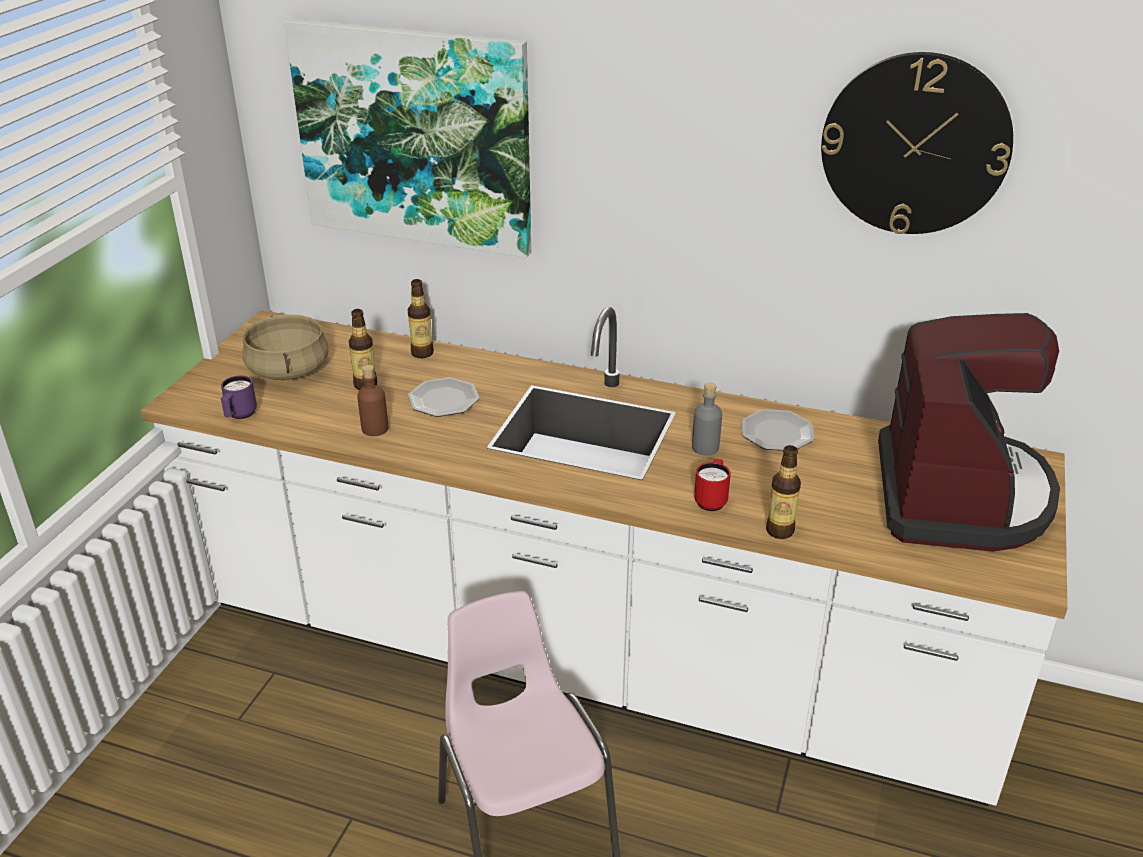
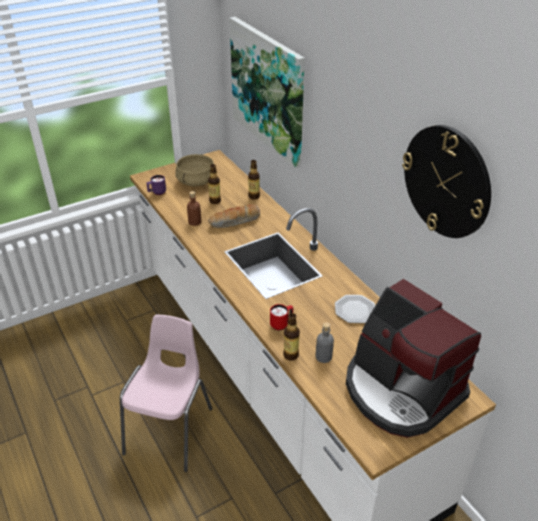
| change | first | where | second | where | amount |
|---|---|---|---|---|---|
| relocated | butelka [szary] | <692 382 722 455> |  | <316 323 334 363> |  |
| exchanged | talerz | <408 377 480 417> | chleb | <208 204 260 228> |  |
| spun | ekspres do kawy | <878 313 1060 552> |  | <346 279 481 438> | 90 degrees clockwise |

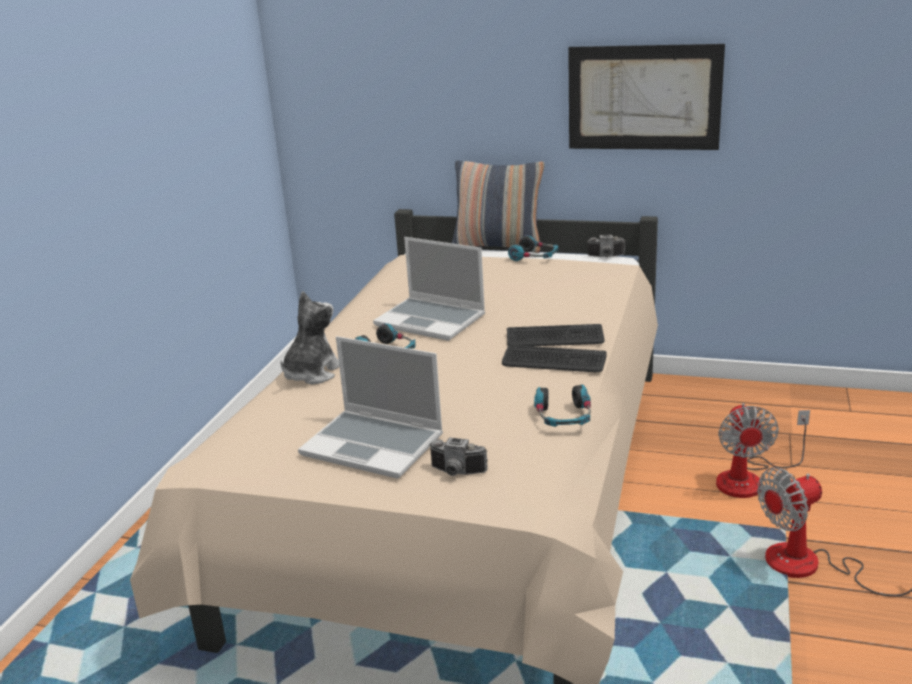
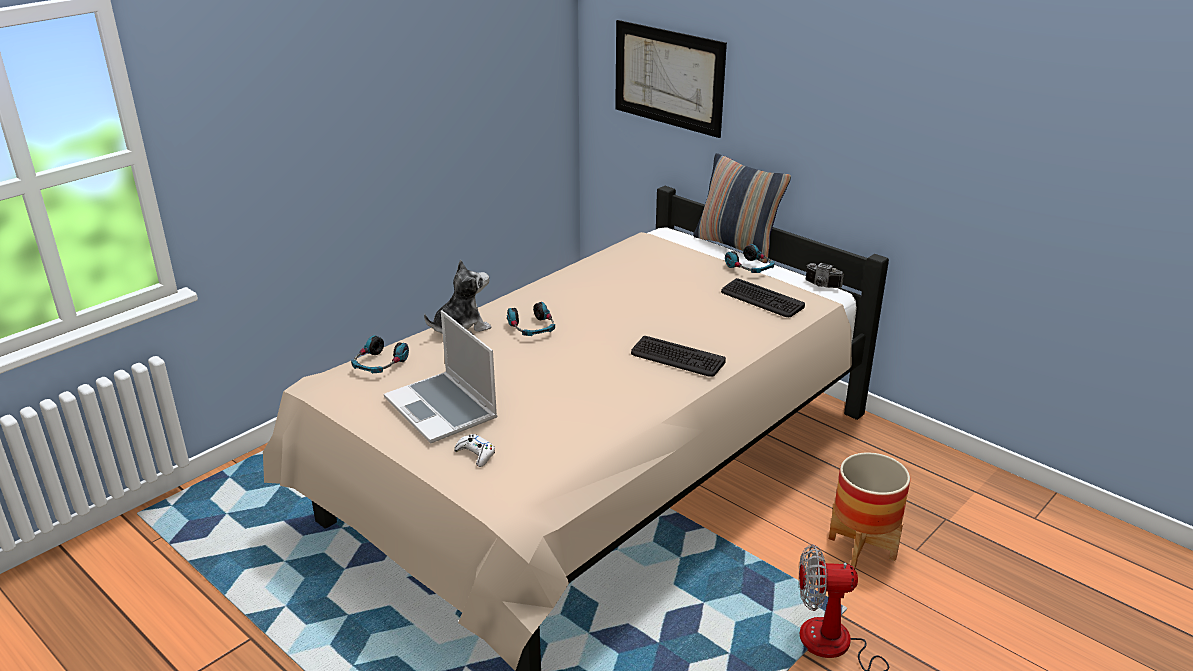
| change | first | where | second | where | amount |
|---|---|---|---|---|---|
| missing | laptop | <373 237 485 341> |  |  |  |
| relocated | klawiatura | <502 345 606 372> |  | <721 278 805 317> |  |
| relocated | słuchawki | <534 384 591 427> |  | <351 335 409 373> |  |
| relocated | obraz | <568 44 725 150> |  | <615 20 727 138> |  |
| exchanged | aparat fotograficzny | <429 437 488 476> | pad do gier [biały] | <454 434 495 467> |  |
| exchanged | wentylator | <716 403 810 498> | donica | <829 452 910 569> |  |

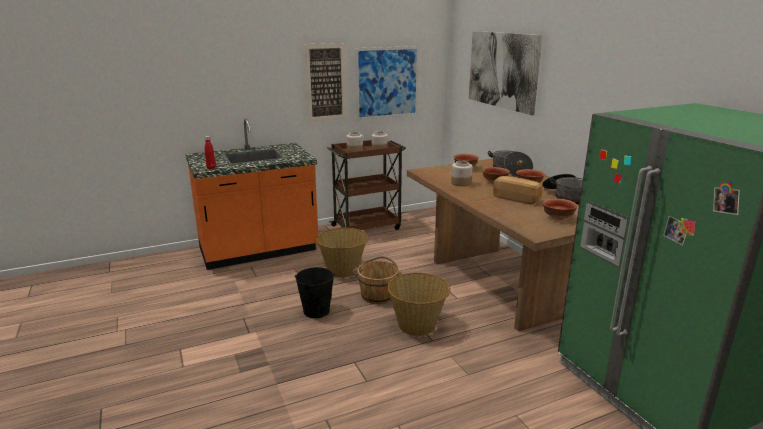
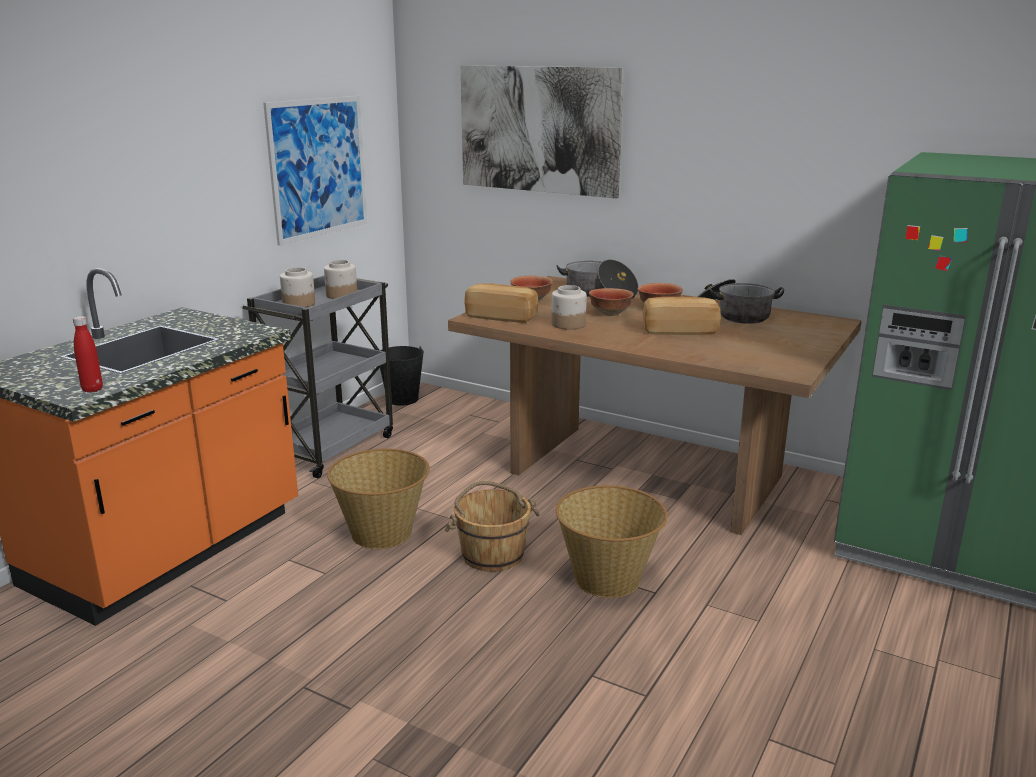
| change | first | where | second | where | amount |
|---|---|---|---|---|---|
| missing | obraz | <304 43 347 122> |  |  |  |
| missing | miska | <543 199 578 220> |  |  |  |
| appeared |  |  | chleb | <464 283 538 323> |  |
| relocated | wiadro [czarny] | <295 267 335 318> |  | <380 346 424 406> |  |
| colour | wózek [brązowy] | <327 140 406 230> | wózek [szary] | <243 276 393 478> |  |

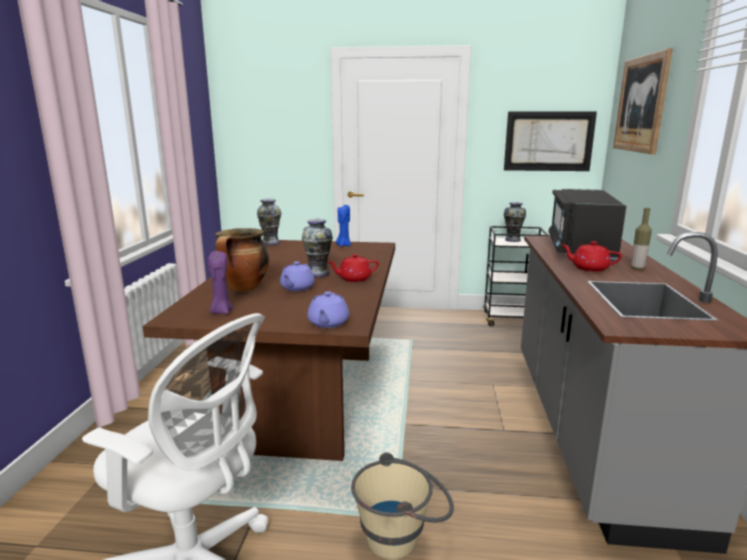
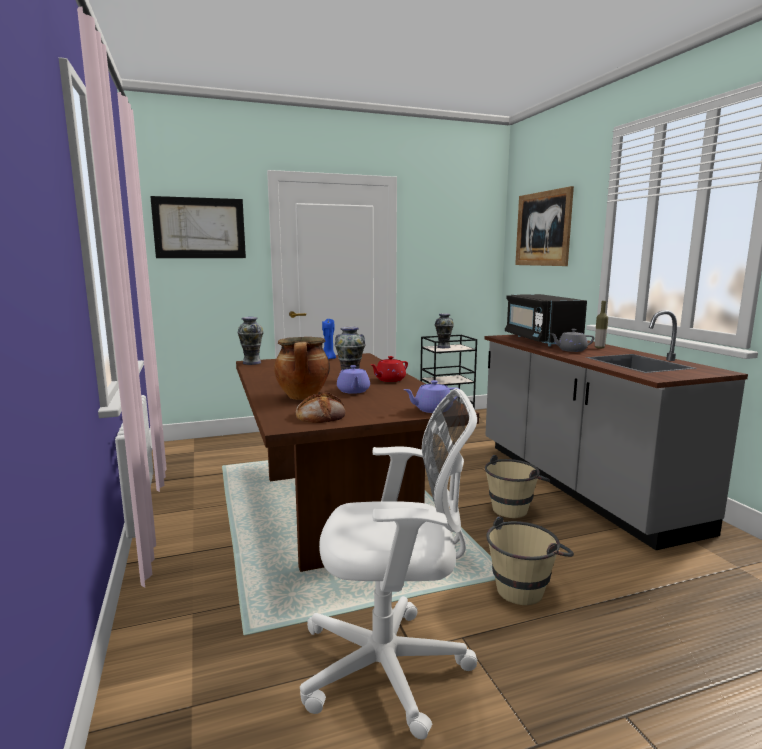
| change | first | where | second | where | amount |
|---|---|---|---|---|---|
| appeared |  |  | wiadro [beżowy] | <485 455 550 518> |  |
| relocated | obraz | <504 111 597 171> |  | <150 196 246 258> |  |
| exchanged | świeca [fioletowy] | <208 251 233 314> | chleb | <296 392 346 423> |  |
| colour | imbryk [czerwony] | <561 241 622 272> | imbryk [szary] | <550 329 594 352> |  |
| spun | imbryk [fioletowy] | <307 291 349 328> |  | <403 380 459 413> | 90 degrees clockwise |

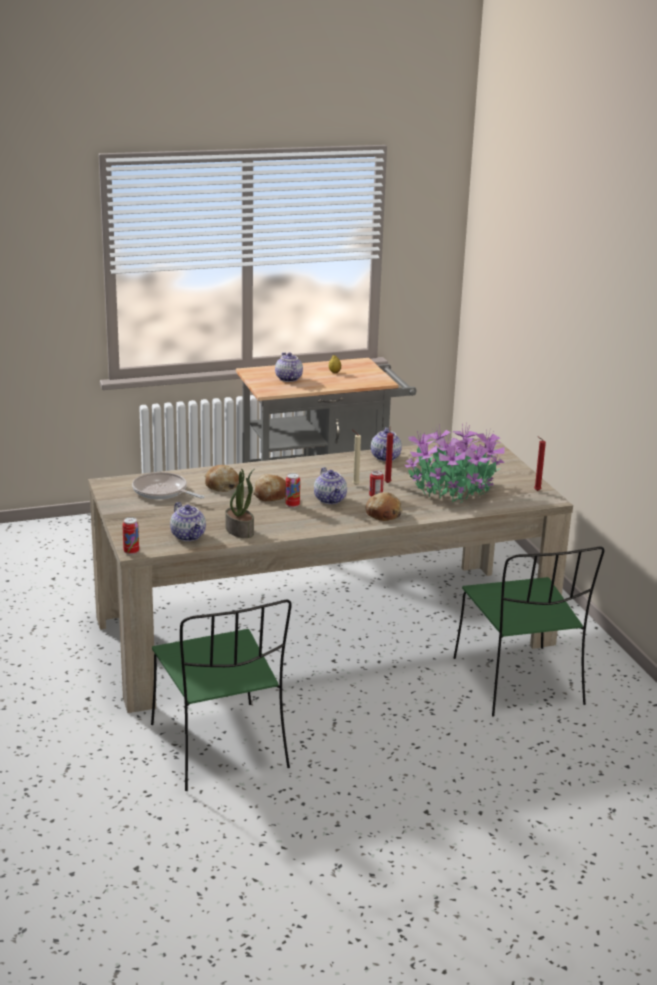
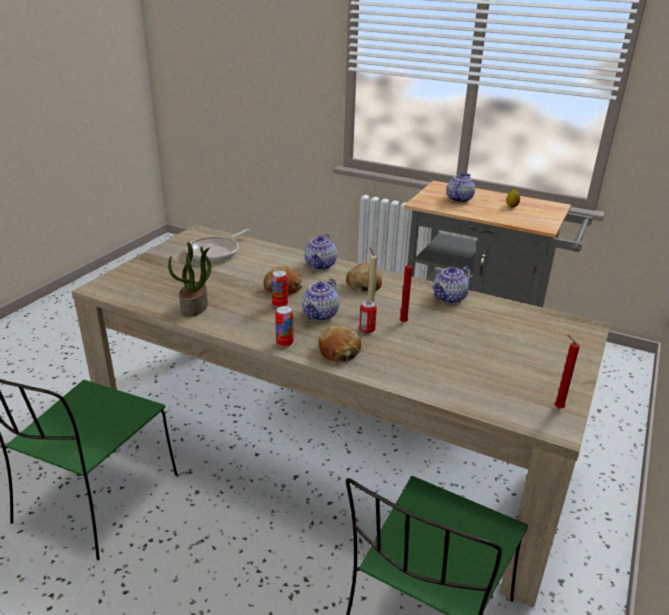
| change | first | where | second | where | amount |
|---|---|---|---|---|---|
| missing | roślina doniczkowa | <405 423 505 503> |  |  |  |
| relocated | puszka | <122 517 139 555> |  | <275 306 293 347> |  |
| relocated | imbryk | <170 502 206 541> |  | <305 233 337 270> |  |
| relocated | chleb | <204 465 239 492> |  | <346 263 382 292> |  |
| spun | patelnia | <132 472 204 499> |  | <186 229 250 262> | 135 degrees counterclockwise |

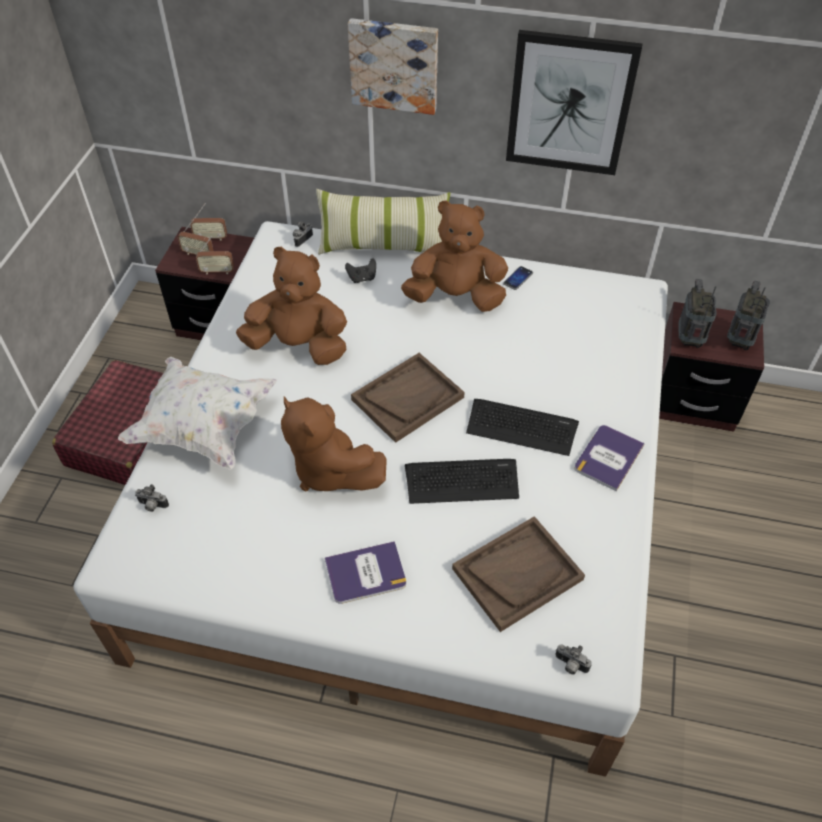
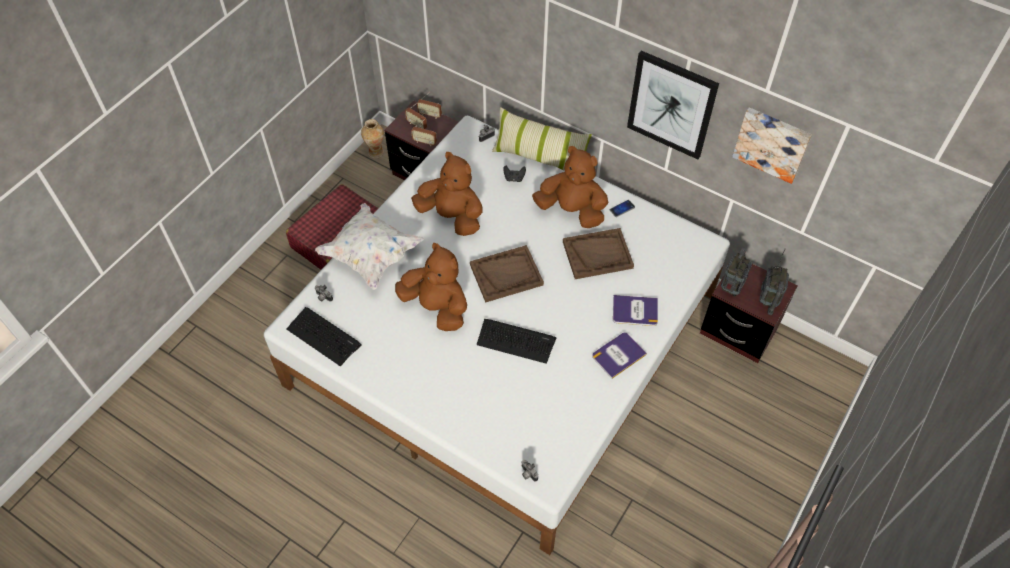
| change | first | where | second | where | amount |
|---|---|---|---|---|---|
| appeared |  |  | wazon | <361 119 384 159> |  |
| relocated | książka | <325 541 406 604> |  | <613 295 658 326> |  |
| relocated | obraz | <348 18 438 115> |  | <732 107 812 184> |  |
| relocated | taca [brązowy] | <452 516 585 632> |  | <563 228 634 279> |  |
| relocated | klawiatura | <466 399 579 456> |  | <287 307 362 366> |  |
| spun | pluszak [brązowy] | <281 397 387 491> |  | <395 243 467 331> | 150 degrees clockwise |
| spun | radio | <727 280 770 350> |  | <760 249 789 315> | 150 degrees clockwise |

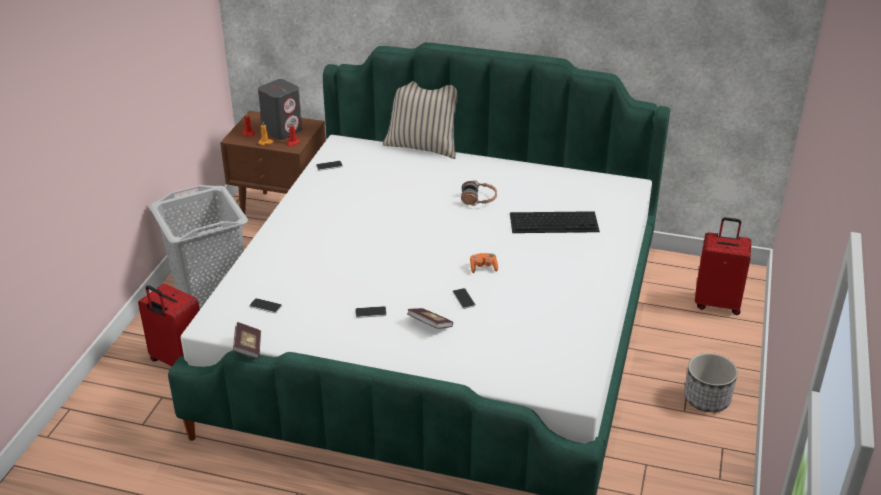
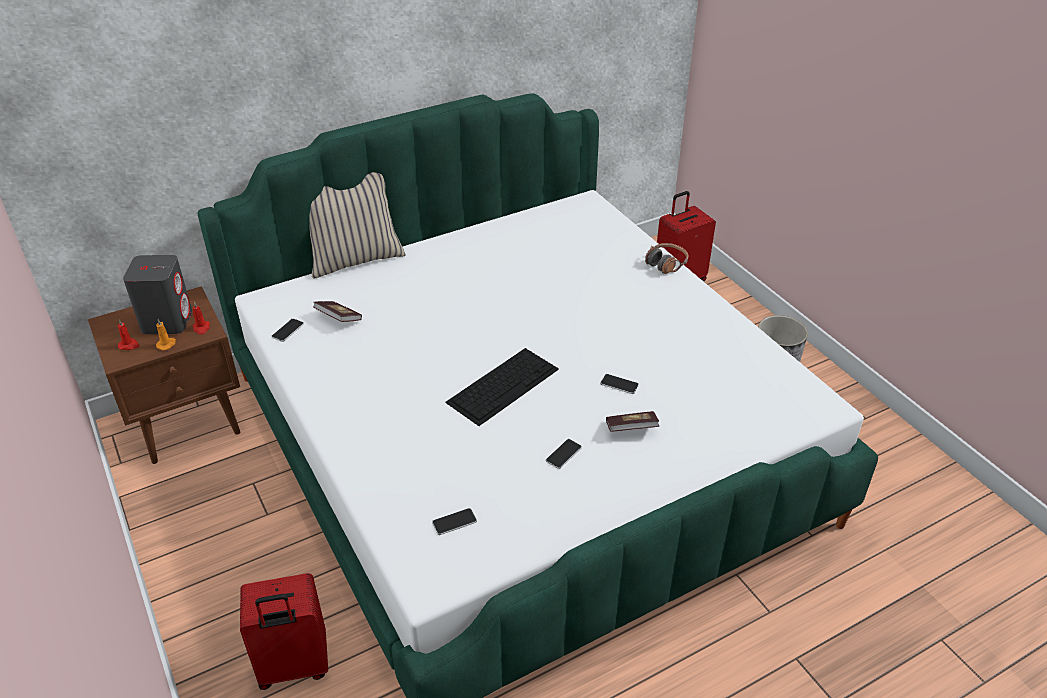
| change | first | where | second | where | amount |
|---|---|---|---|---|---|
| missing | kosz na pranie [szary] | <149 185 248 309> |  |  |  |
| missing | pad do gier [pomarańczowy] | <470 253 498 273> |  |  |  |
| relocated | książka | <233 322 261 359> |  | <313 301 362 322> |  |
| relocated | słuchawki | <461 180 497 206> |  | <645 243 688 274> |  |
| relocated | klawiatura | <510 211 600 233> |  | <445 348 559 426> |  |

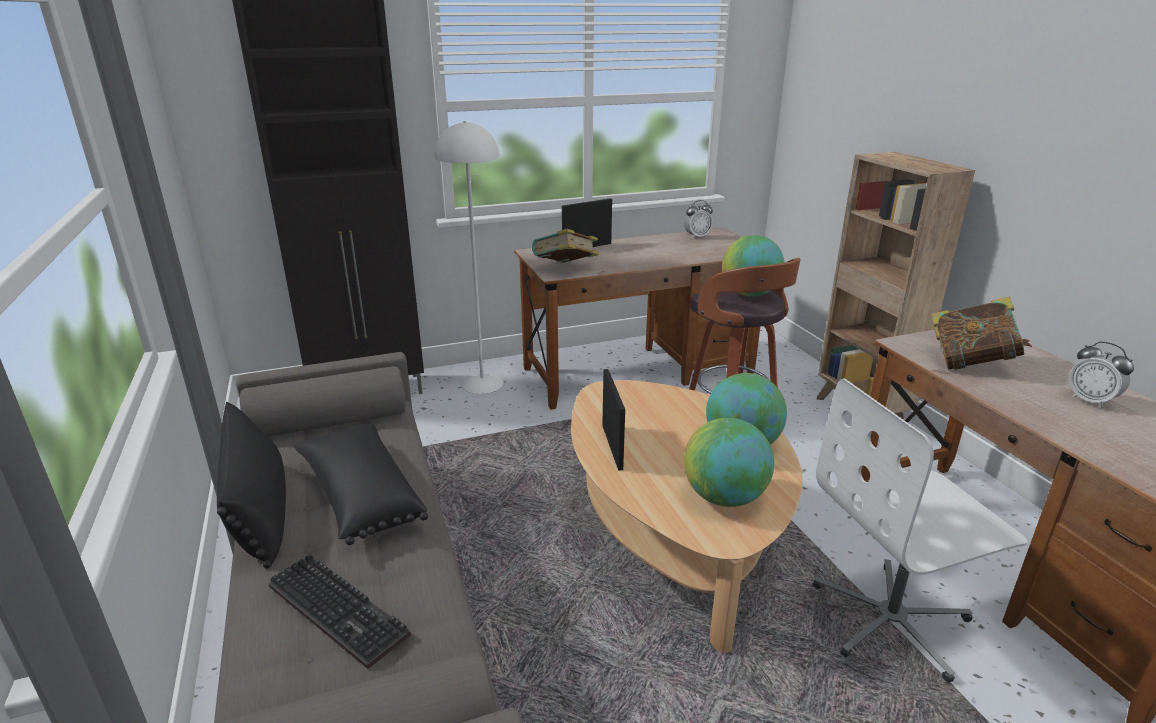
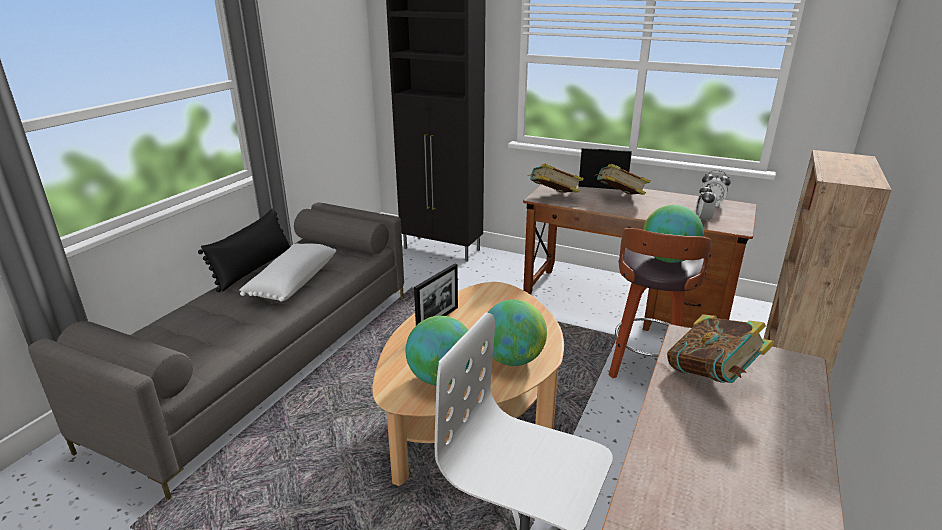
| change | first | where | second | where | amount |
|---|---|---|---|---|---|
| missing | klawiatura | <268 554 411 669> |  |  |  |
| missing | lampa stojąca [biały] | <434 121 503 394> |  |  |  |
| appeared |  |  | książka | <594 164 651 195> |  |
| relocated | budzik | <1069 342 1134 409> |  | <695 184 716 221> |  |
| colour | poduszka [czarny] | <295 424 428 545> | poduszka [biały] | <239 243 336 302> |  |

